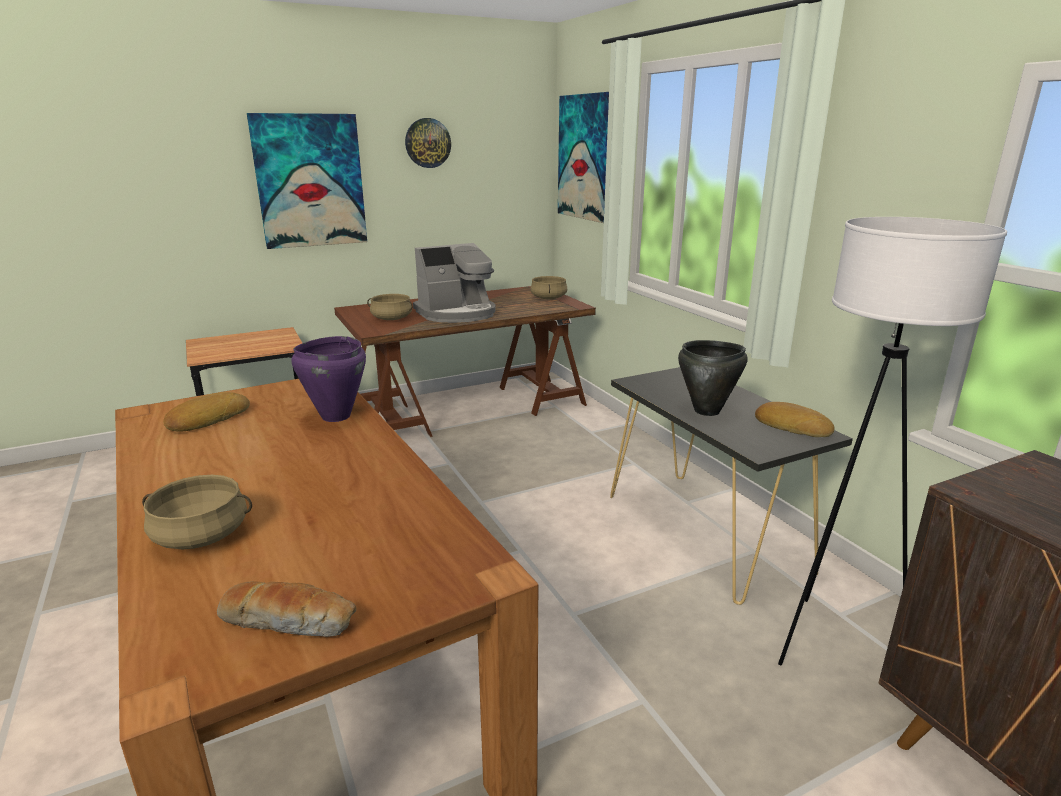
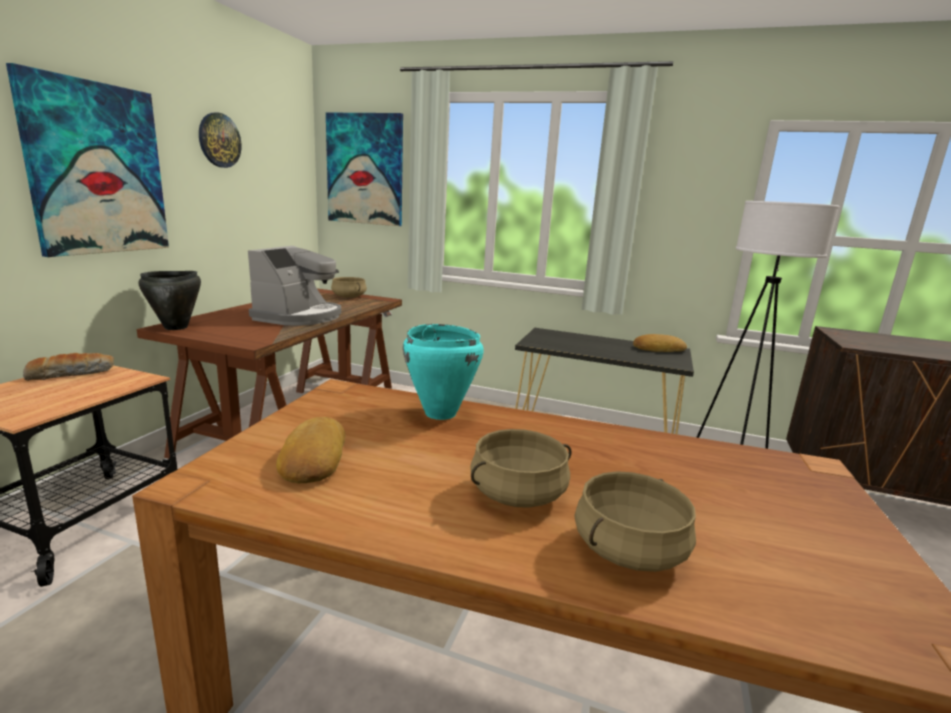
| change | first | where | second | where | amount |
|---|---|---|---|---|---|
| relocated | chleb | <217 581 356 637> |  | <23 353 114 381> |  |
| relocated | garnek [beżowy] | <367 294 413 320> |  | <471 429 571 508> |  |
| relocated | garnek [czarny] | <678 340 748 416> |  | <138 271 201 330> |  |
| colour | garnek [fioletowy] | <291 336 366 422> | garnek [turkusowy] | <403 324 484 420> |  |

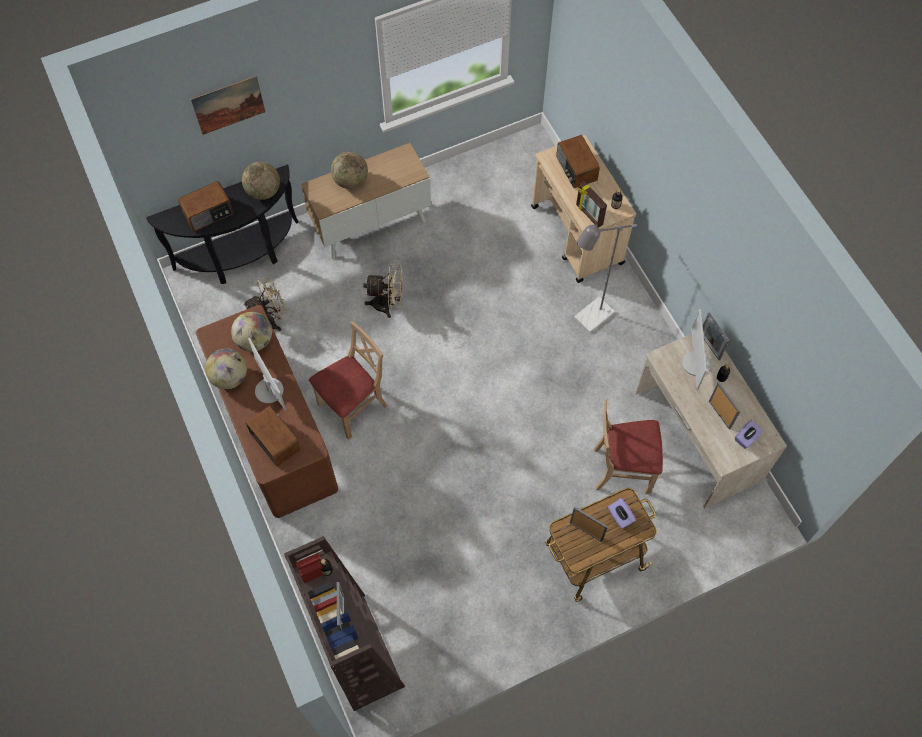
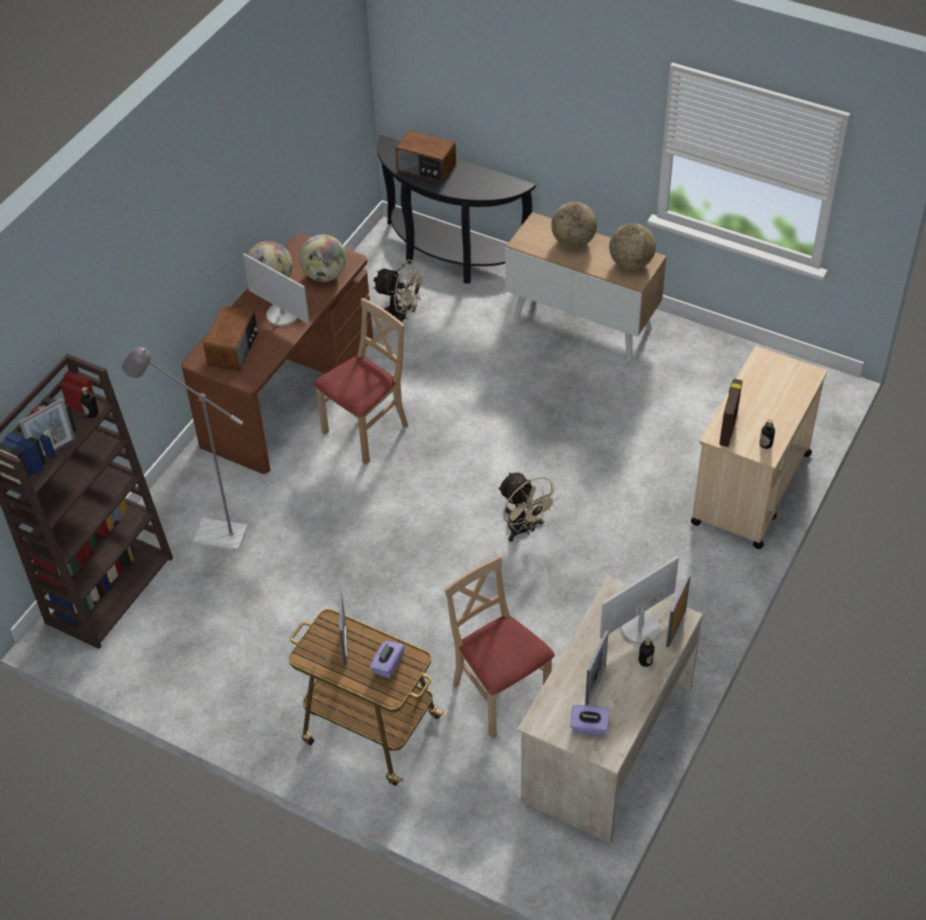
| change | first | where | second | where | amount |
|---|---|---|---|---|---|
| missing | obraz | <190 75 265 135> |  |  |  |
| missing | radio | <556 135 600 188> |  |  |  |
| relocated | globus | <242 162 280 200> |  | <609 223 656 270> |  |
| relocated | wentylator [beżowy] | <363 264 403 318> |  | <498 472 560 542> |  |
| relocated | lampa stojąca [szary] | <574 224 637 333> |  | <122 347 248 551> |  |
| spun | monitor | <248 337 286 411> |  | <243 253 309 326> | 105 degrees clockwise |
| spun | krzesło [beżowy] | <309 321 387 440> |  | <313 298 408 465> | 60 degrees counterclockwise |

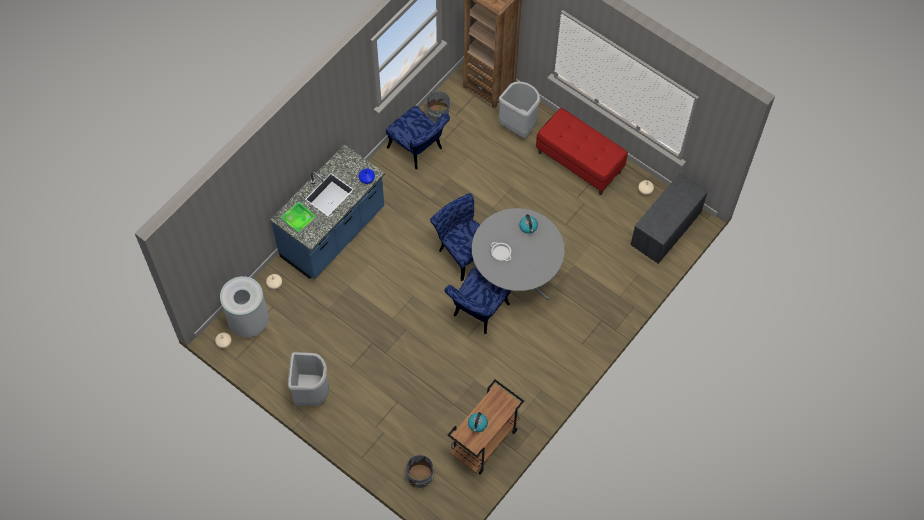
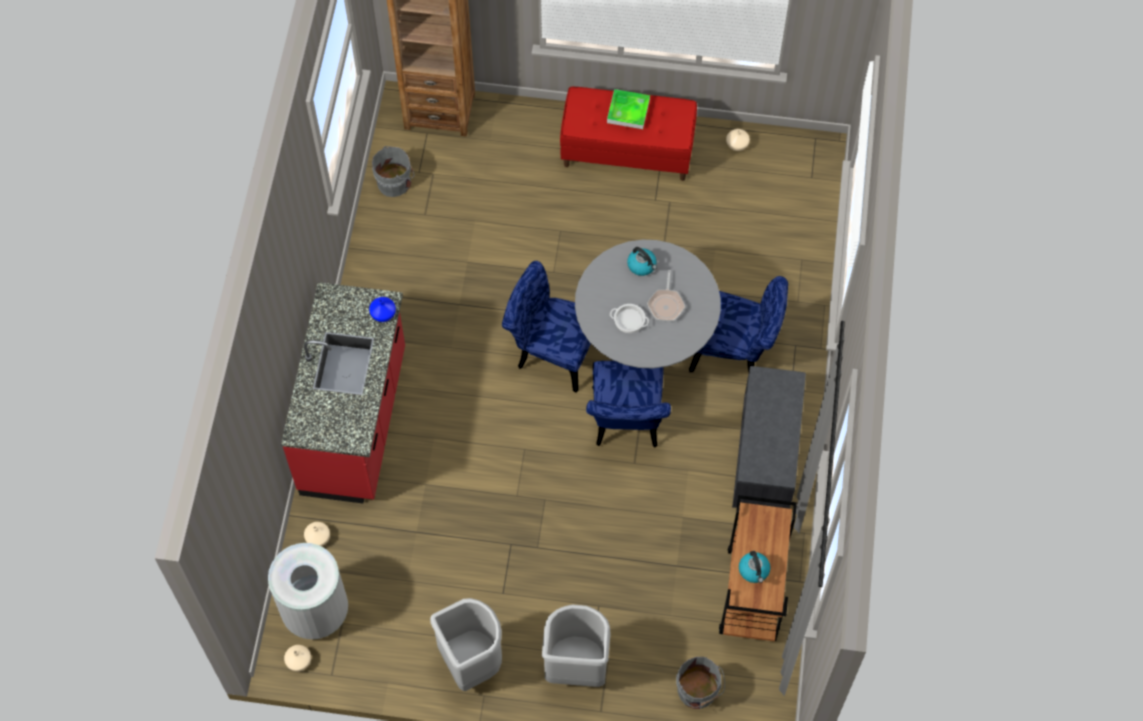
| change | first | where | second | where | amount |
|---|---|---|---|---|---|
| appeared |  |  | patelnia | <647 270 685 321> |  |
| relocated | taca | <280 201 317 235> |  | <607 89 650 129> |  |
| relocated | krzesło [niebieski] | <386 106 450 169> |  | <689 276 788 372> |  |
| relocated | kosz na śmieci [szary] | <499 81 541 138> |  | <542 604 611 687> |  |
| relocated | ławka [szary] | <631 173 708 264> |  | <732 366 806 509> |  |
| colour | zabudowa kuchenna [niebieski] | <270 144 385 279> | zabudowa kuchenna [czerwony] | <281 282 405 503> |  |

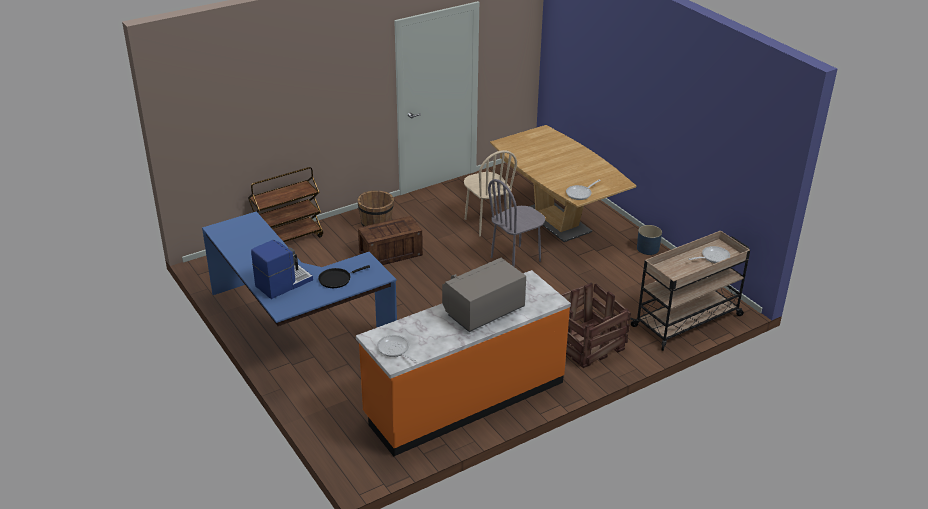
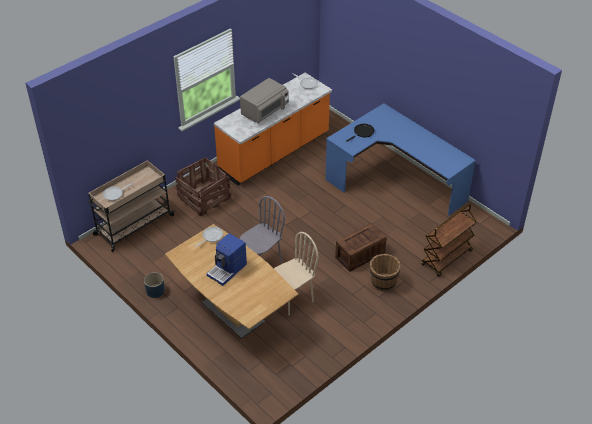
| change | first | where | second | where | amount |
|---|---|---|---|---|---|
| relocated | ekspres do kawy | <251 240 313 299> |  | <207 233 247 286> |  |
| spun | krzesło [beżowy] | <464 150 517 237> |  | <274 232 319 315> | 90 degrees clockwise |

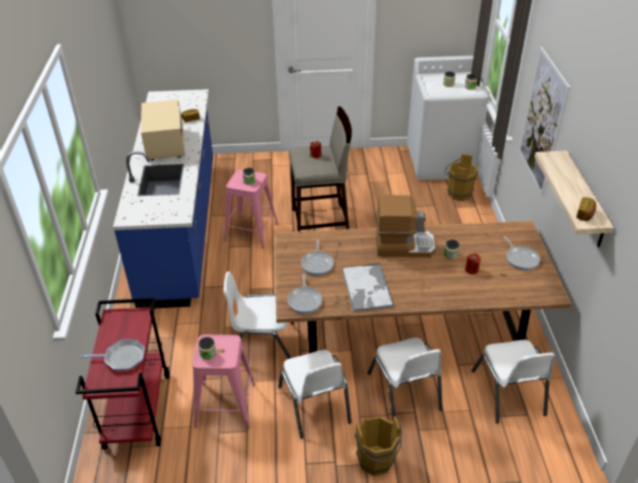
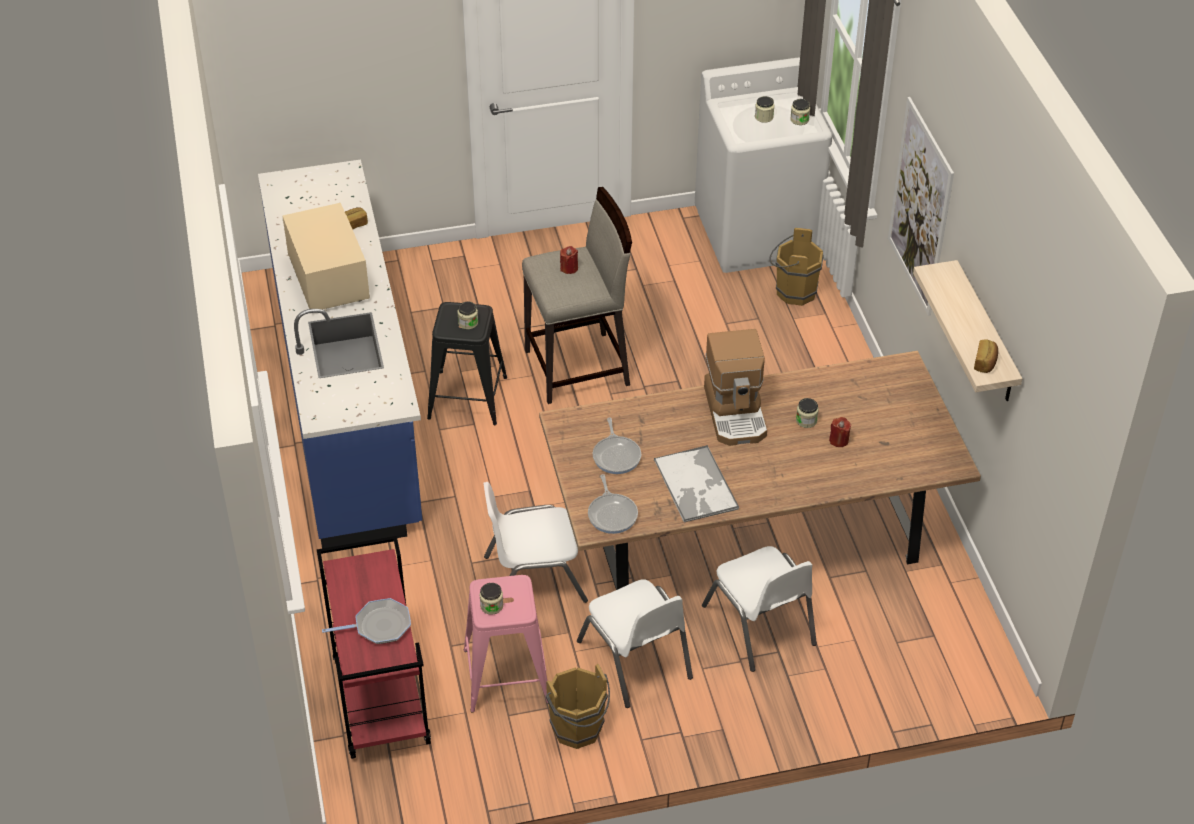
| change | first | where | second | where | amount |
|---|---|---|---|---|---|
| missing | krzesło [biały] | <472 340 555 424> |  |  |  |
| missing | patelnia | <504 236 540 270> |  |  |  |
| relocated | wiadro [brązowy] | <355 416 402 476> |  | <546 664 610 749> |  |
| colour | stołek [różowy] | <224 169 278 248> | stołek [czarny] | <427 302 507 425> |  |
| spun | ekspres do kawy | <376 195 436 257> |  | <704 329 767 446> | 90 degrees clockwise |

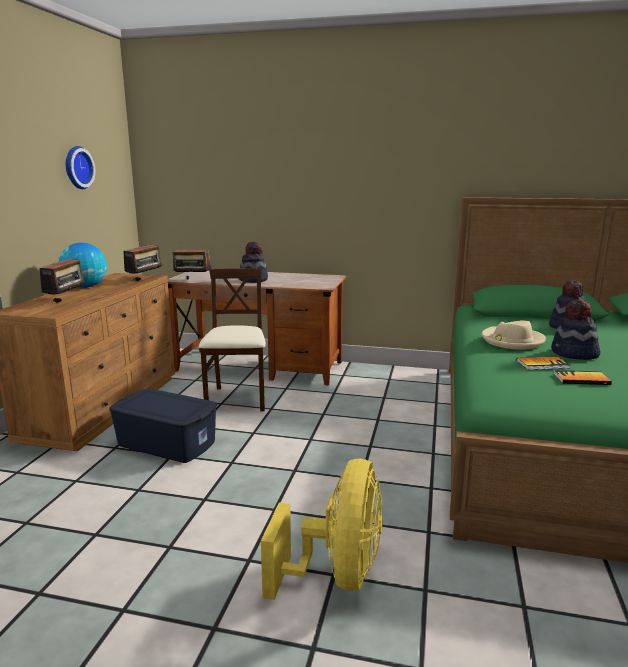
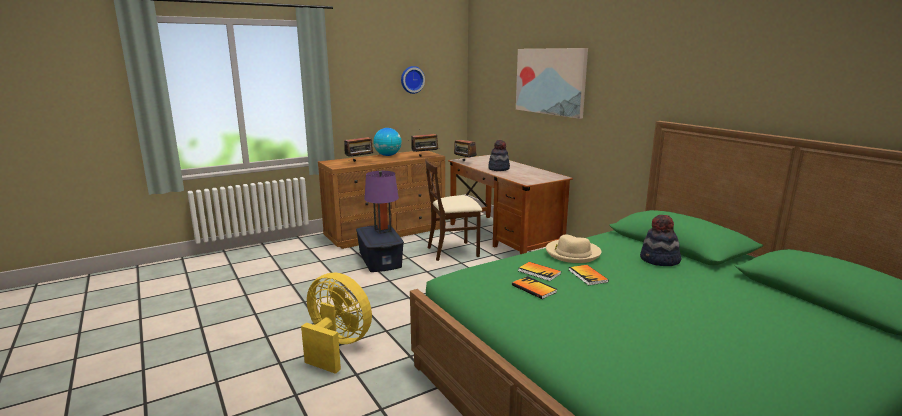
| change | first | where | second | where | amount |
|---|---|---|---|---|---|
| appeared |  |  | lampa stołowa [fioletowy] | <364 171 399 234> |  |
| appeared |  |  | obraz | <516 48 588 119> |  |
| exchanged | kapelusz | <551 300 600 360> | książka | <569 265 609 285> |  |
| spun | krzesło [beżowy] | <199 268 266 412> |  | <425 159 482 261> | 150 degrees counterclockwise |
| spun | wentylator [żółty] | <261 459 383 600> |  | <301 272 372 374> | 120 degrees counterclockwise |

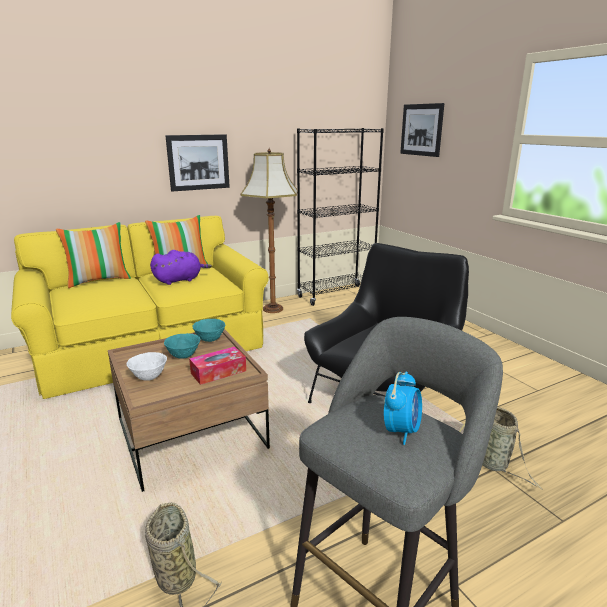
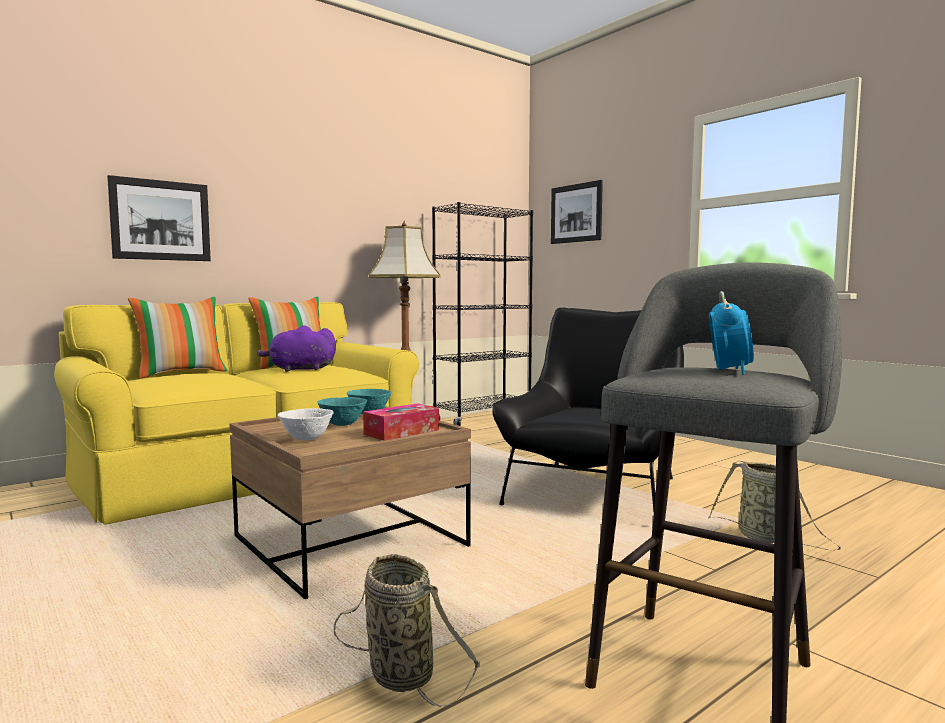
| change | first | where | second | where | amount |
|---|---|---|---|---|---|
| relocated | obraz | <165 134 230 191> |  | <107 175 211 261> |  |
| spun | pluszak [fioletowy] | <150 250 212 285> |  | <257 325 336 372> | 150 degrees counterclockwise |

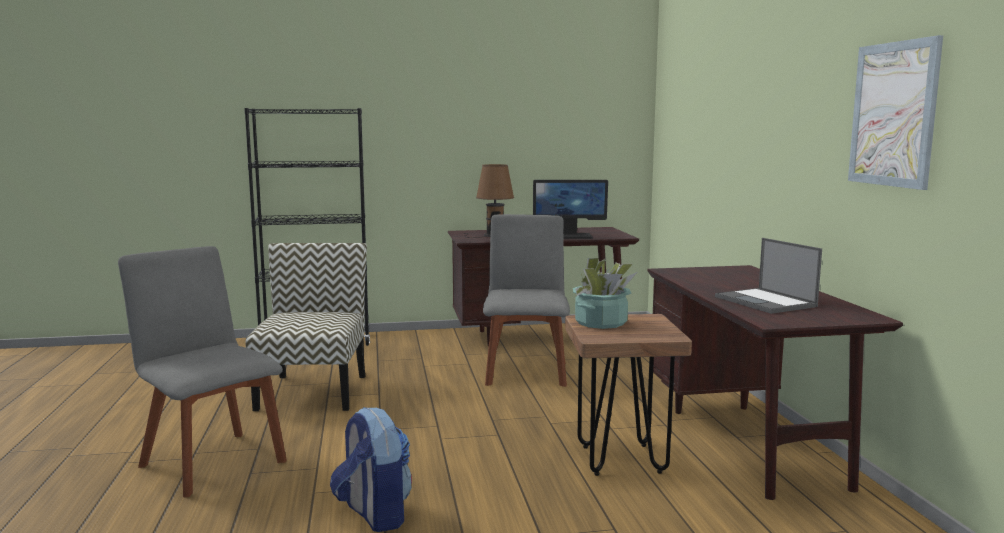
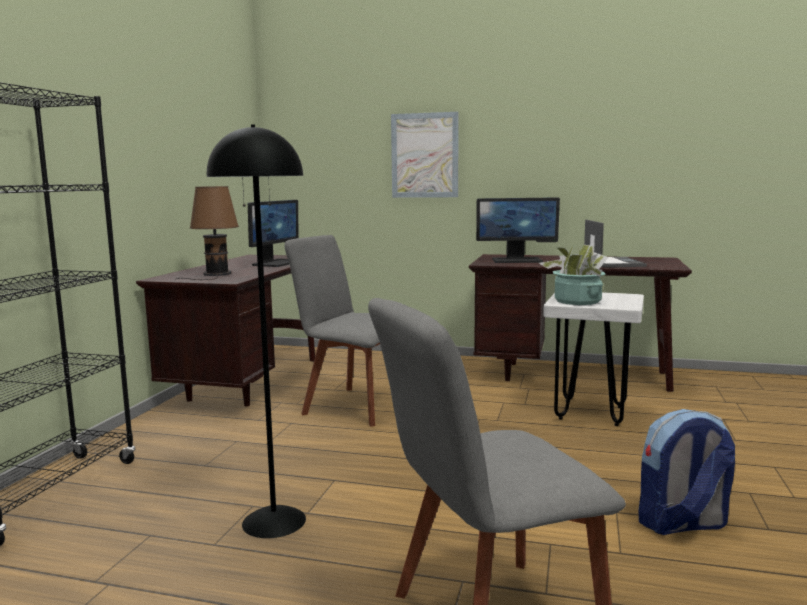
| change | first | where | second | where | amount |
|---|---|---|---|---|---|
| appeared |  |  | monitor | <476 197 560 263> |  |
| relocated | obraz | <848 35 943 190> |  | <391 112 459 198> |  |
| exchanged | krzesło | <245 243 367 411> | lampa stojąca [czarny] | <207 124 306 538> |  |
| colour | stołek [brązowy] | <565 314 692 476> | stołek [biały] | <543 292 644 426> |  |
| spun | laptop | <715 238 822 314> |  | <584 219 647 267> | 90 degrees counterclockwise |

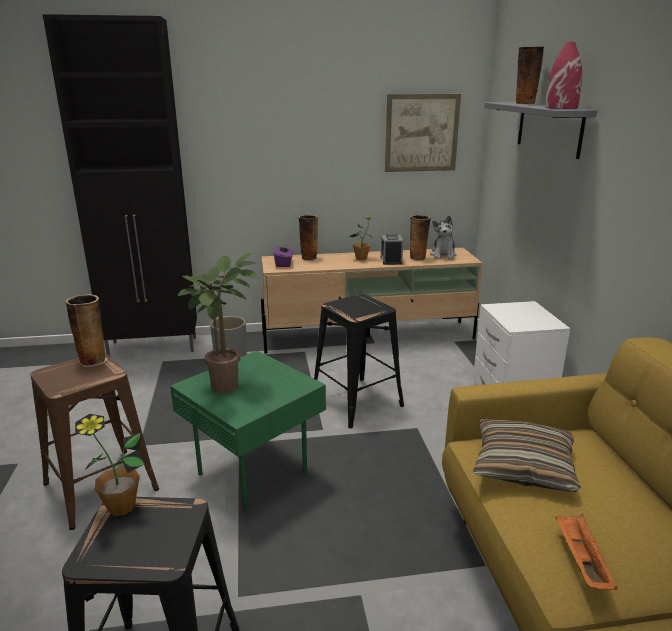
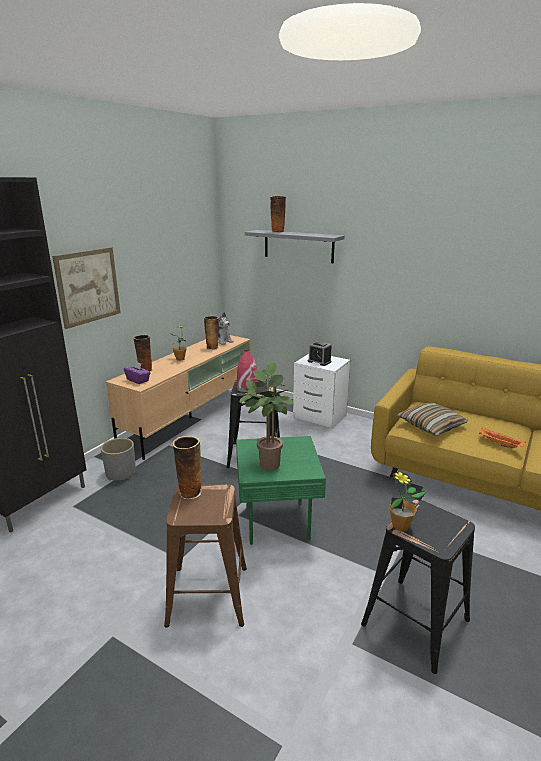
| change | first | where | second | where | amount |
|---|---|---|---|---|---|
| relocated | budzik | <381 234 403 265> |  | <308 341 332 366> |  |
| relocated | obraz | <385 94 461 172> |  | <52 247 121 329> |  |
| relocated | wazon [czerwony] | <545 42 582 109> |  | <237 350 258 389> |  |

